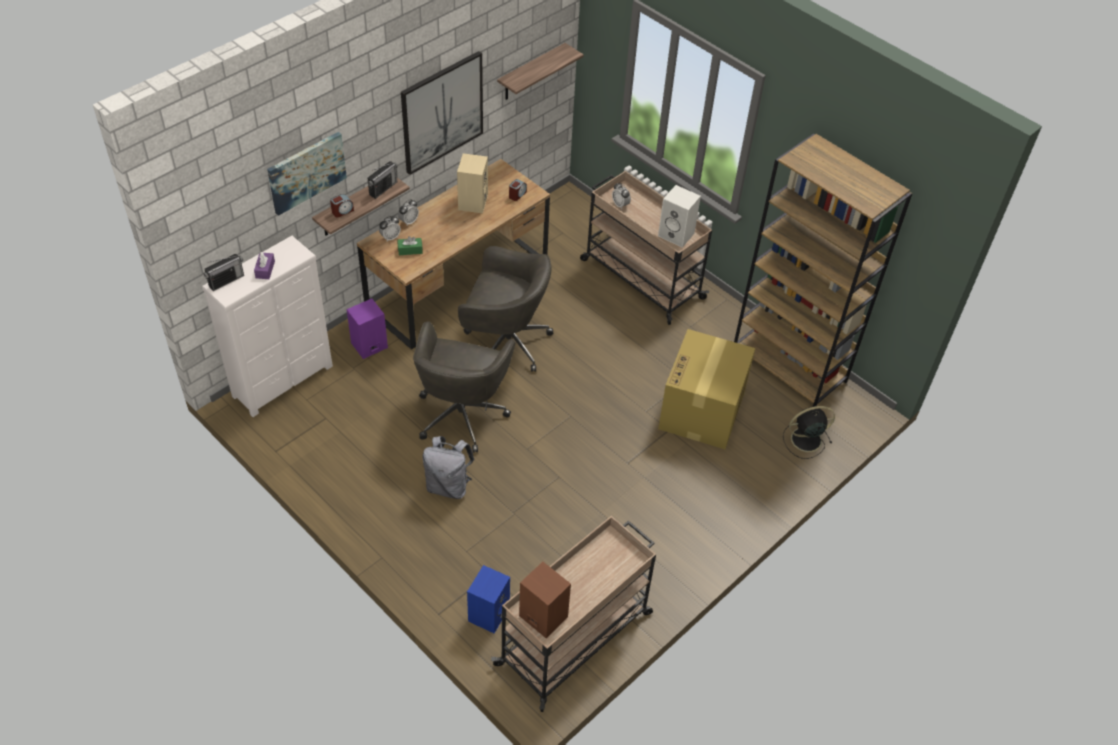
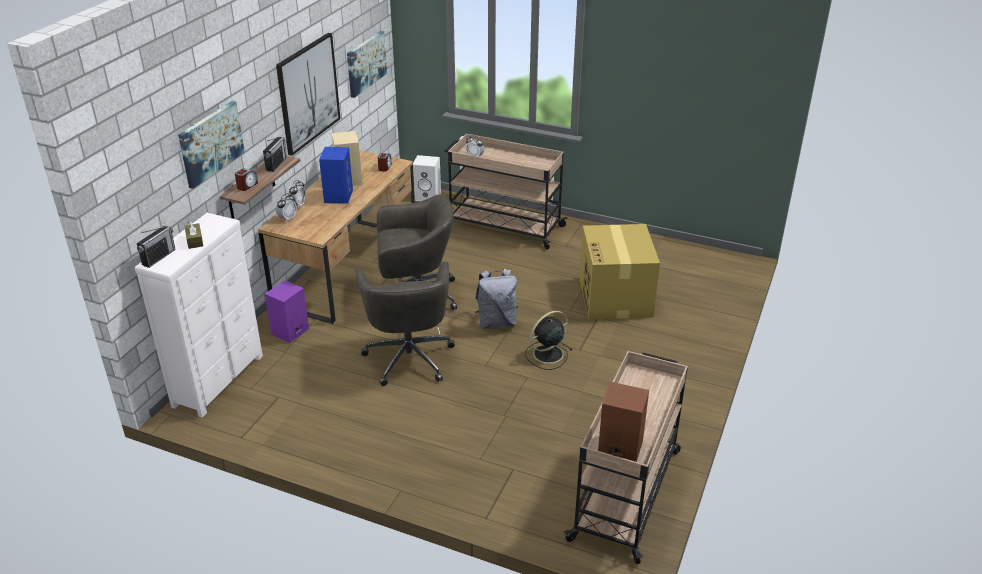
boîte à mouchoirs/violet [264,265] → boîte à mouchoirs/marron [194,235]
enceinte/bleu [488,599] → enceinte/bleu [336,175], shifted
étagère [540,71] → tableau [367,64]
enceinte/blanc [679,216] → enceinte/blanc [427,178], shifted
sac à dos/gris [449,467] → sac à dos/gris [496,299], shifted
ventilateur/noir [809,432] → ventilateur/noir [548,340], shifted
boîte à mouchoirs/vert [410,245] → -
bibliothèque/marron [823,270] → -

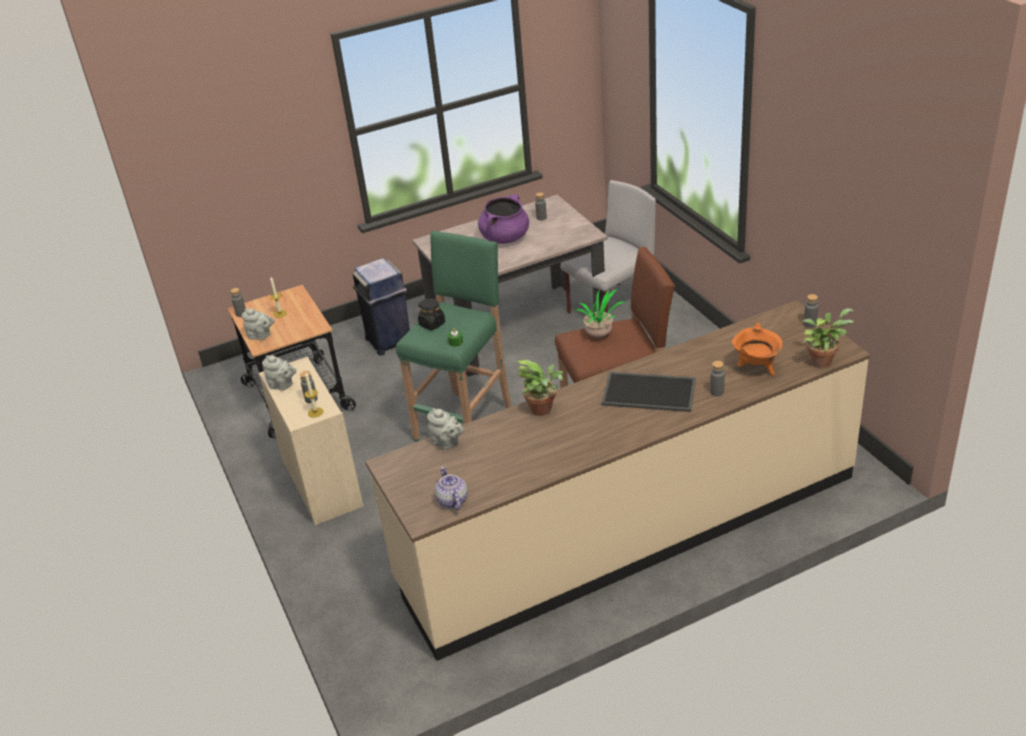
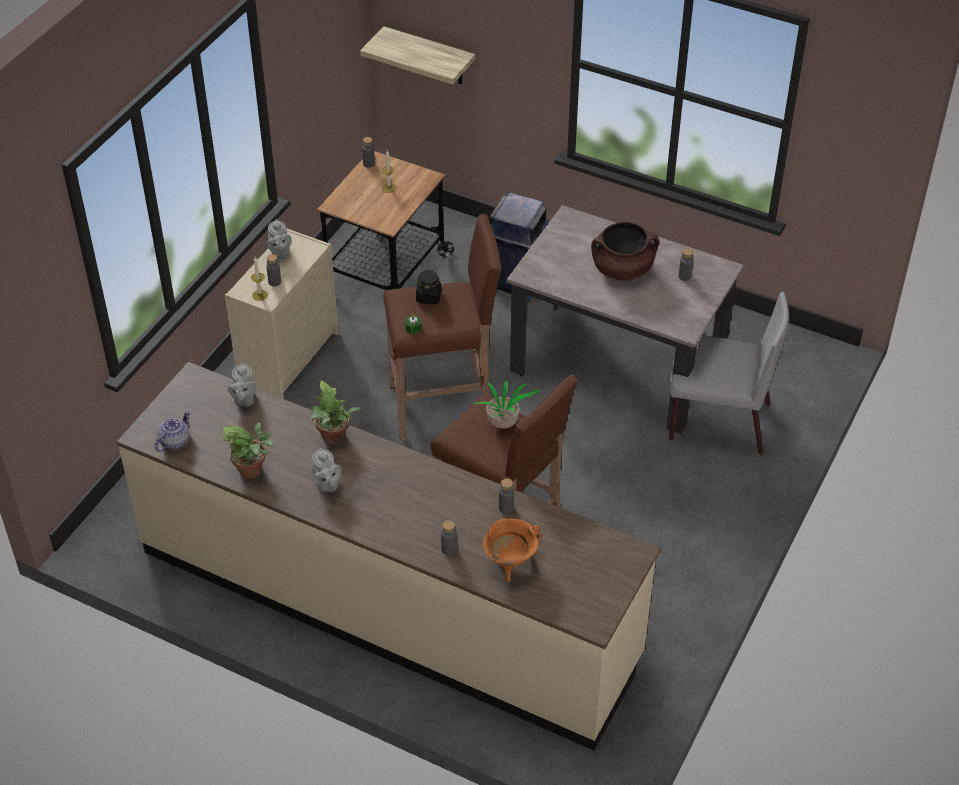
plante en pot [828,338] → plante en pot [247,451], shifted
théière/gris [258,324] → théière/gris [326,470], shifted
- → étagère [417,55]
tabouret/vert [453,336] → tabouret/marron [442,327]
bouteille/gris [811,311] → bouteille/gris [506,496], shifted
marmite/violet [503,219] → marmite/marron [625,251]
plateau [649,392] → -

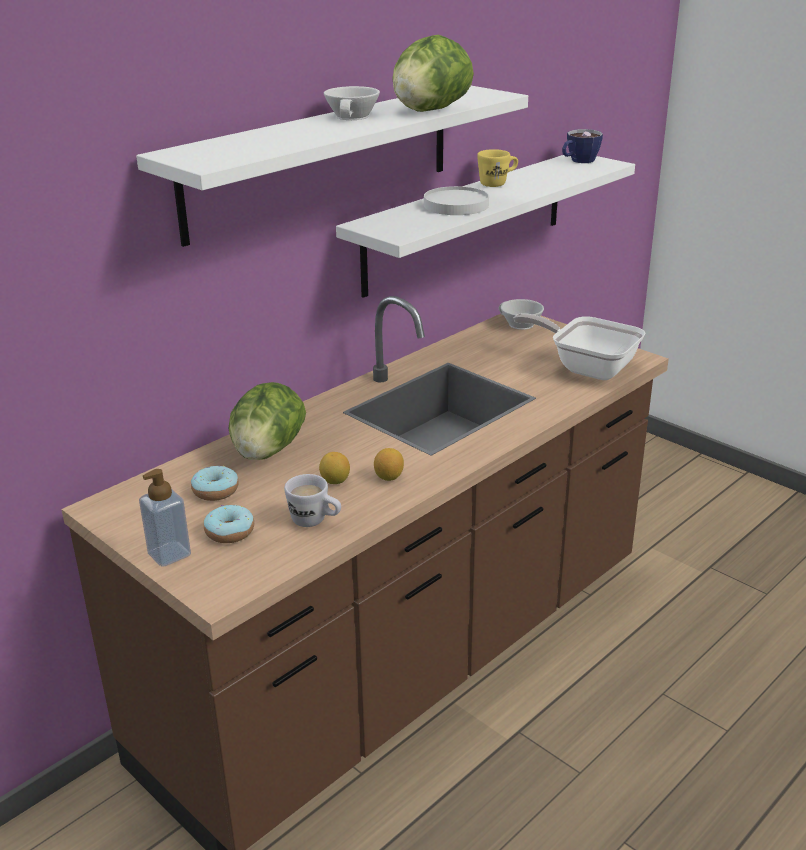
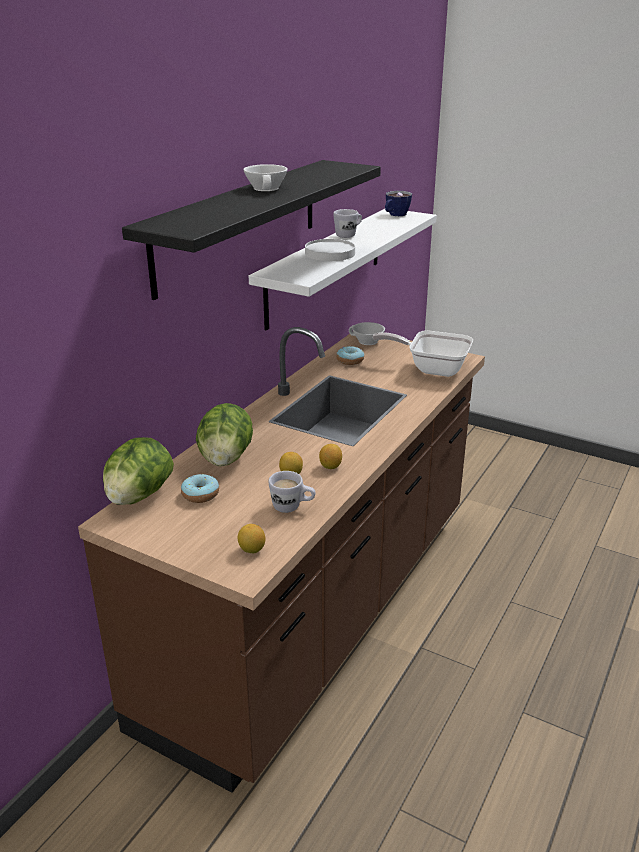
laitue [433,73] → laitue [138,471], shifted
étagère/blanc [332,166] → étagère/noir [251,230]
- → citron [252,538]
mug/jaune [497,168] → mug/blanc [347,223]
beignet [229,524] → beignet [350,355], shifted
distributeur de savon [165,518] → -

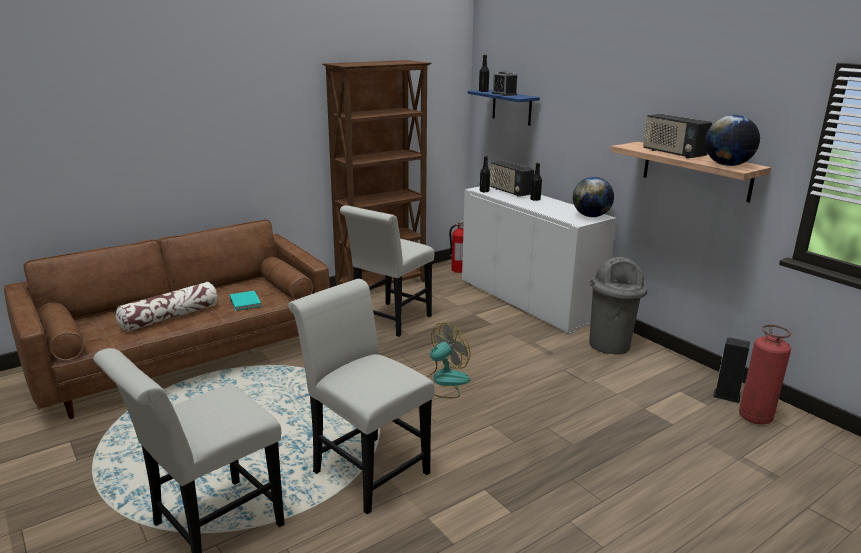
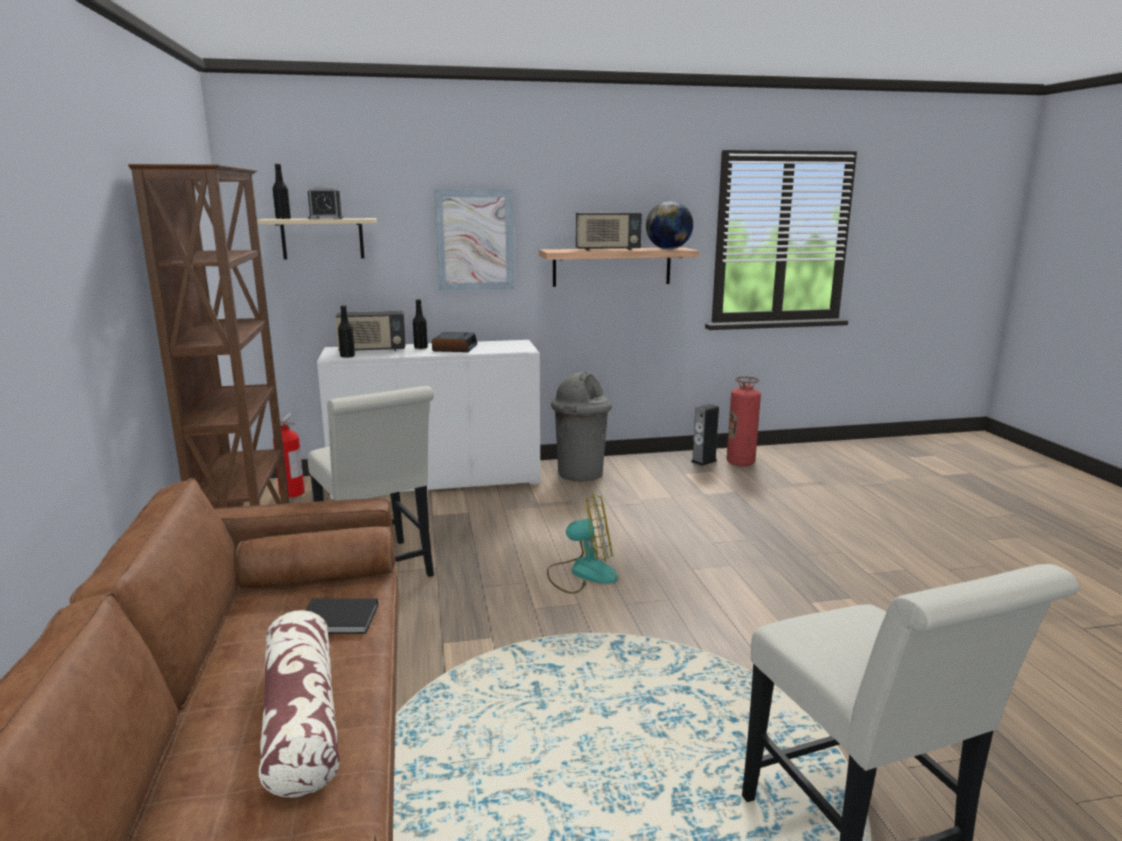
étagère/bleu [504,108] → étagère/beige [317,239]
livre/turquoise [245,301] → livre/noir [341,616]
- → réveil [455,342]
- → tableau [474,240]
ventilateur [449,360] → ventilateur [582,543], 105 degrees clockwise
chaise/blanc [361,396] → -
globe [593,197] → -

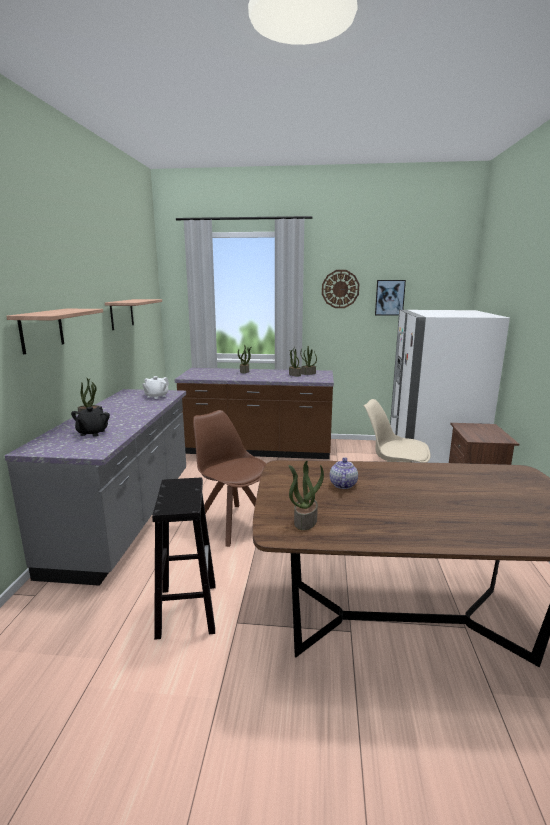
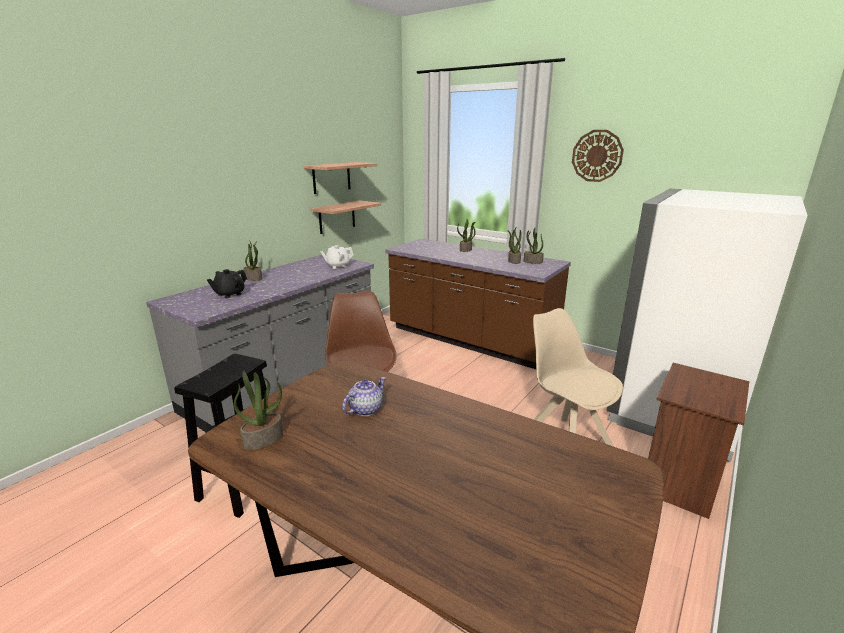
étagère [54,331] → étagère [346,217], shifted
tableau [390,298] → -

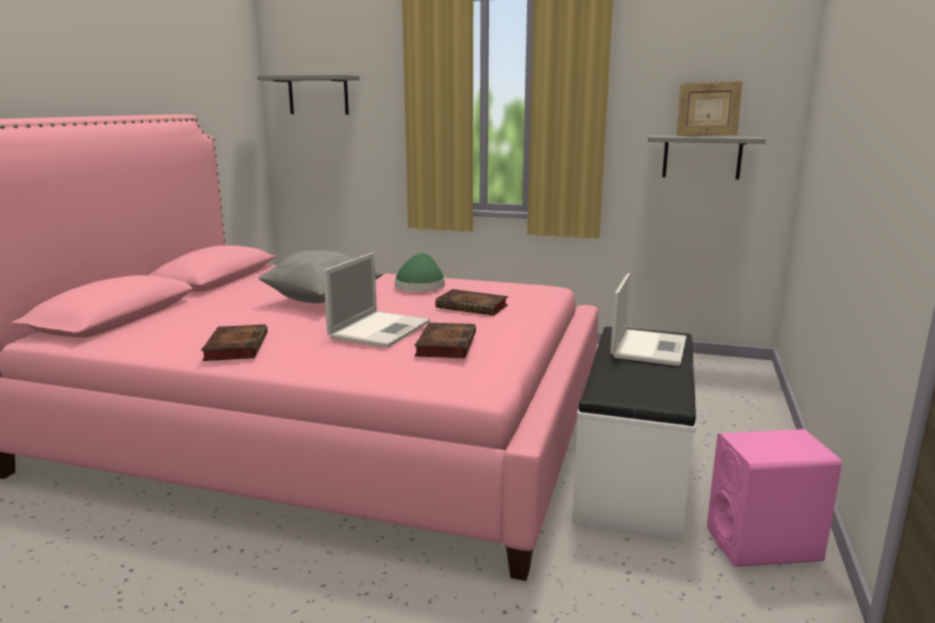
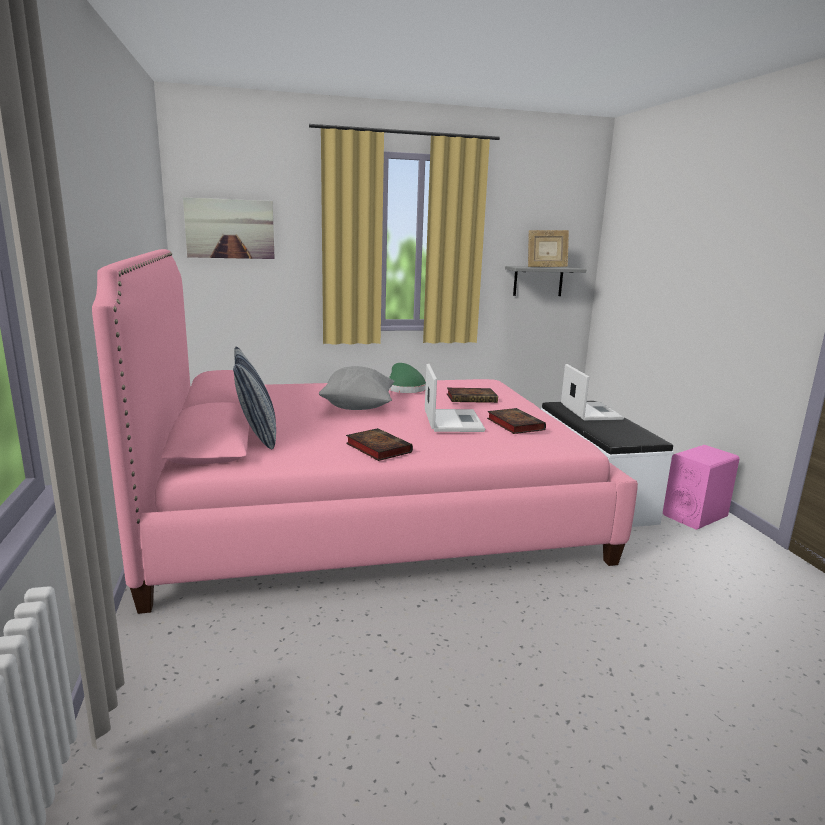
étagère/gris [308,95] → tableau [229,228]
- → coussin [254,397]

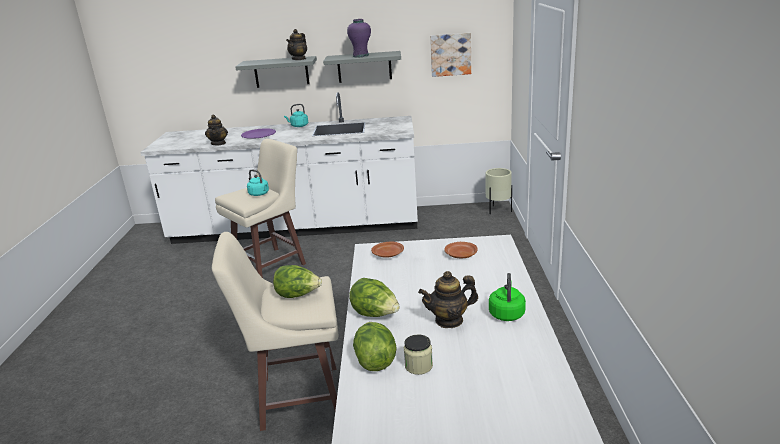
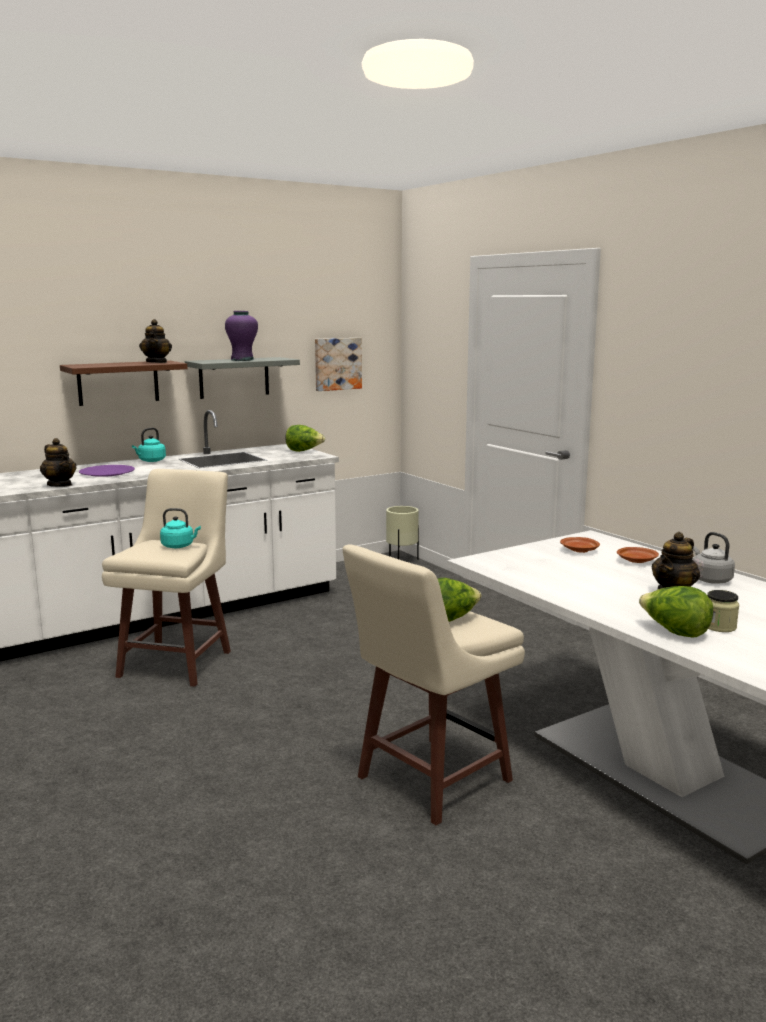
étagère/gris [276,72] → étagère/marron [124,383]
laitue [374,297] → laitue [305,438], shifted
assiette/marron [387,249] → assiette/marron [638,555], shifted
bouilloire/vert [507,297] → bouilloire/gris [714,558]

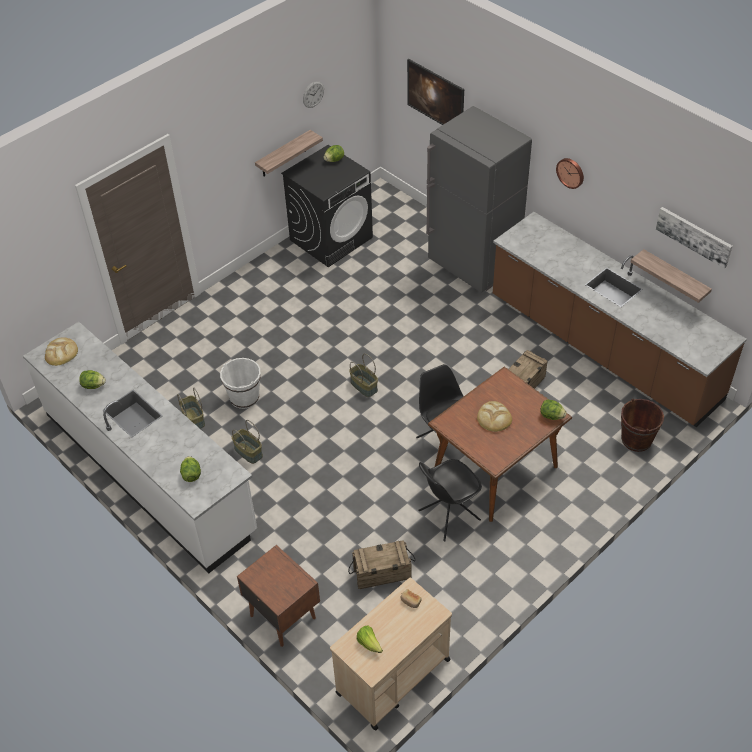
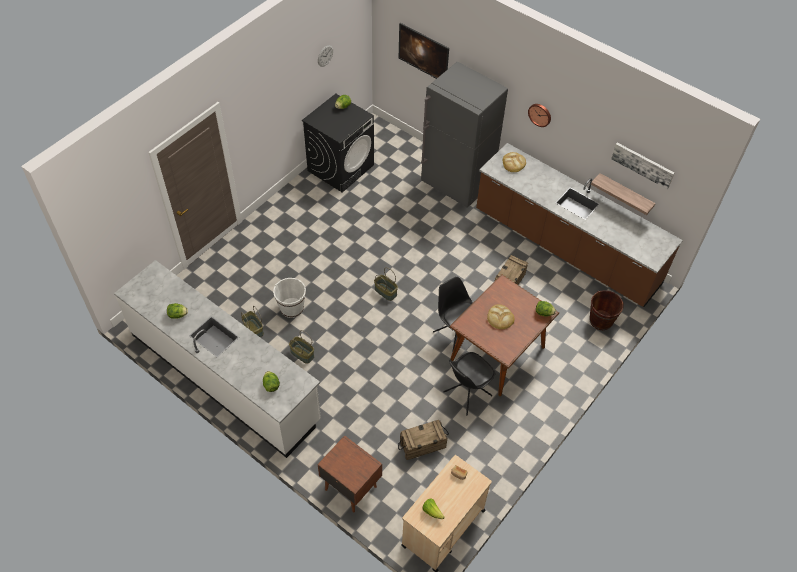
pain [61,351] → pain [514,162], shifted
étagère [289,153] → -

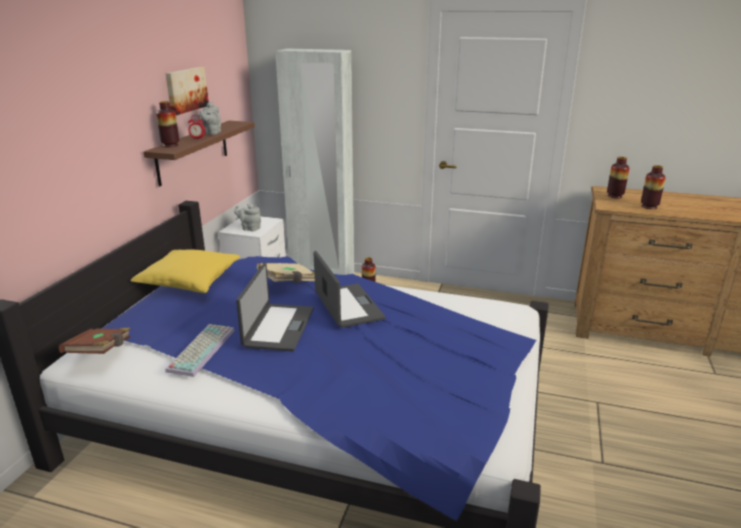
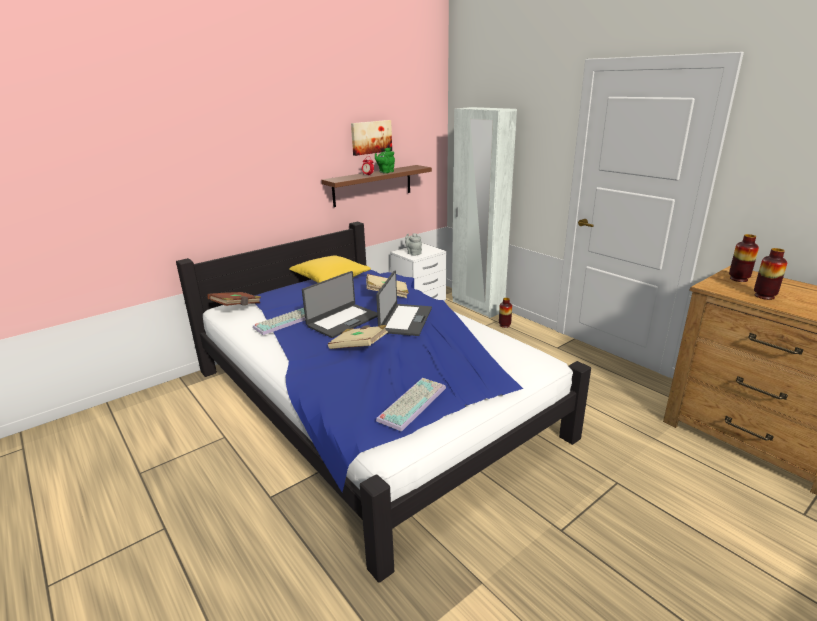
- → livre/beige [358,337]
théière/gris [209,118] → théière/vert [385,160]
- → clavier [411,405]
vase [167,124] → -

